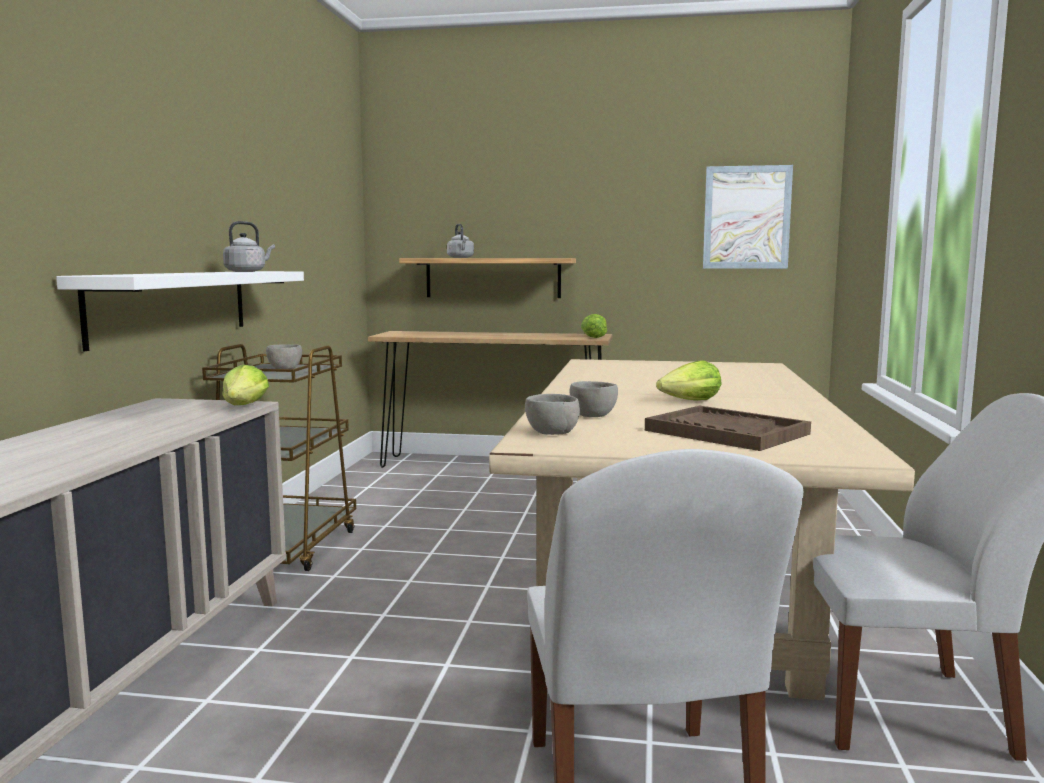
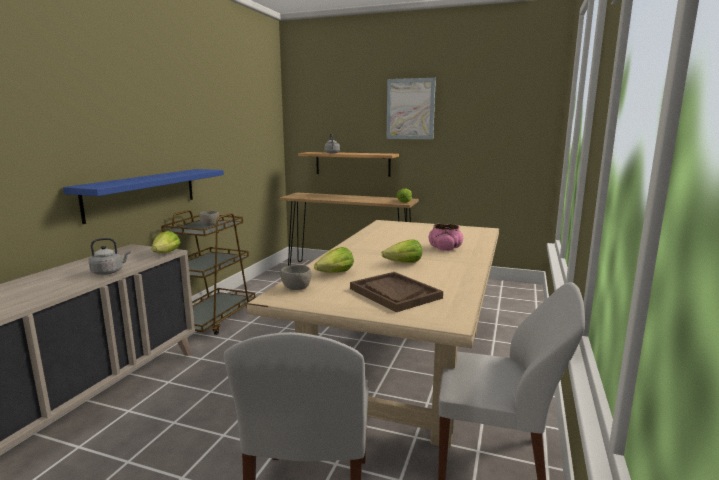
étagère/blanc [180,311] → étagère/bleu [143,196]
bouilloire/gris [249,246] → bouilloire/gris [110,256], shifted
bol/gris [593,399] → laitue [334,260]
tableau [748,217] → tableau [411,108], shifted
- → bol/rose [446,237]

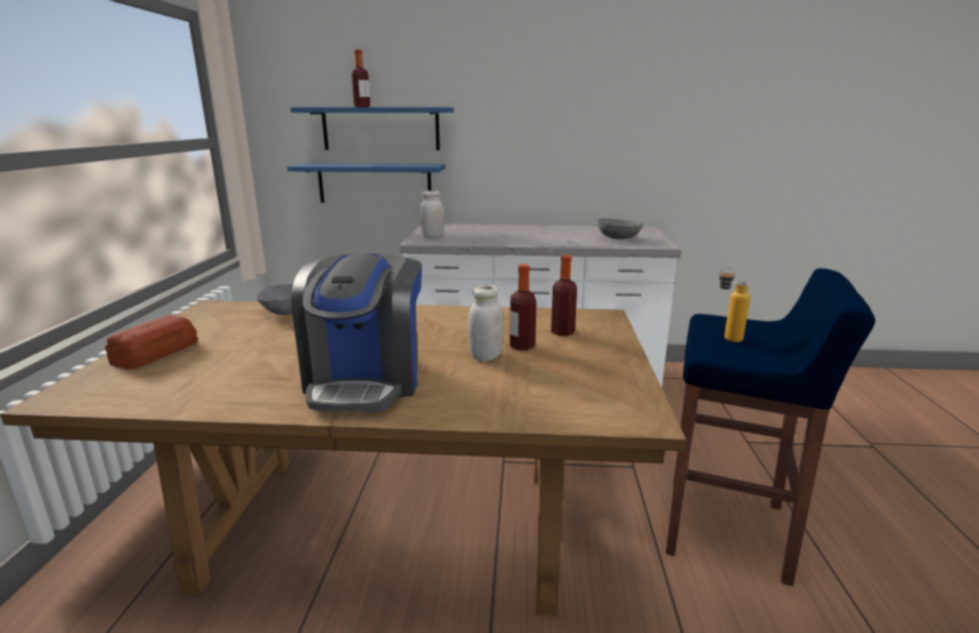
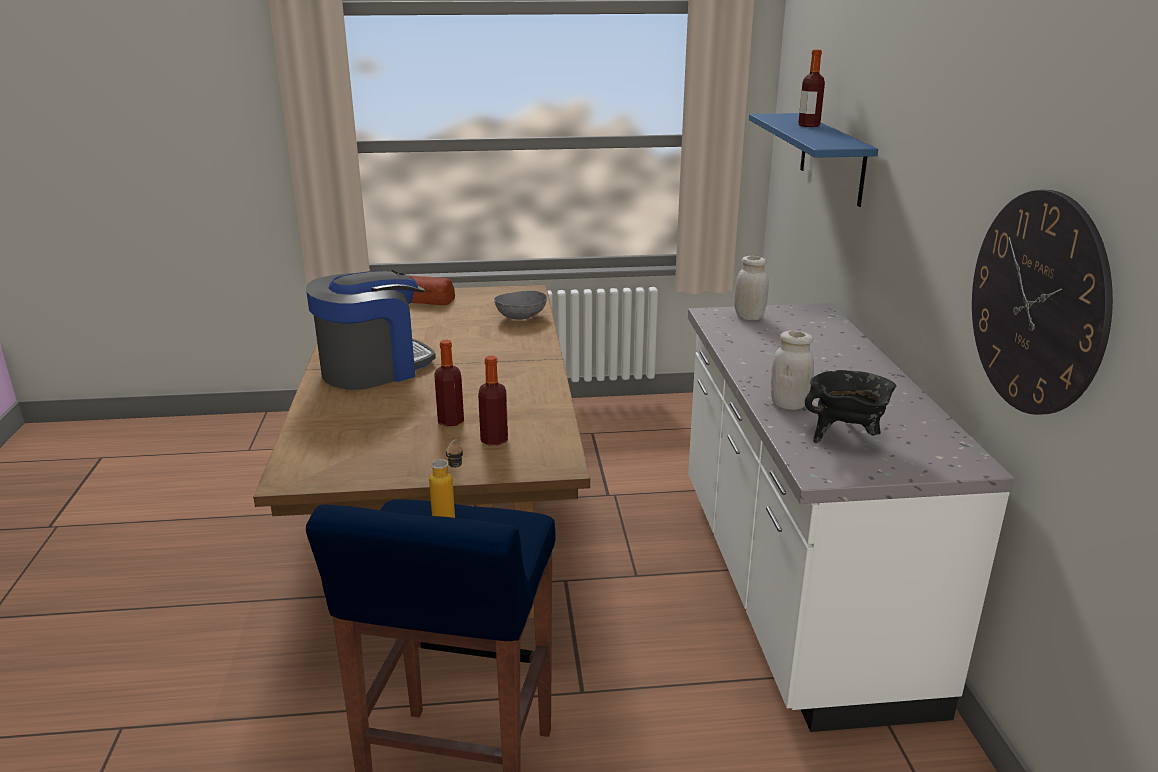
machine à café [356,332] → machine à café [371,330], 150 degrees clockwise
bocal/blanc [486,323] → bocal/blanc [792,370], shifted
bol/gris [620,228] → marmite/noir [850,406]
- → horloge murale [1042,302]
étagère/bleu [366,183] → -

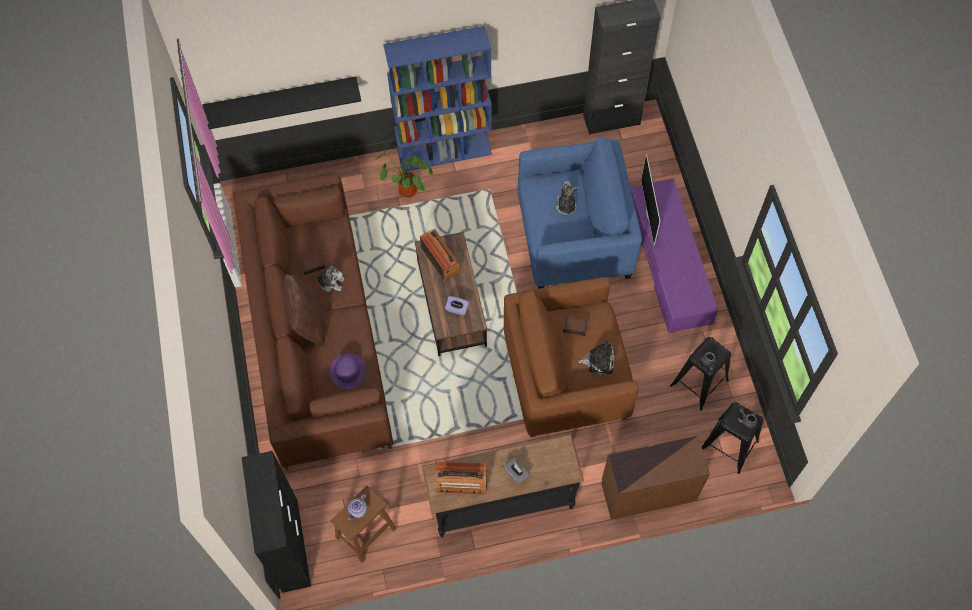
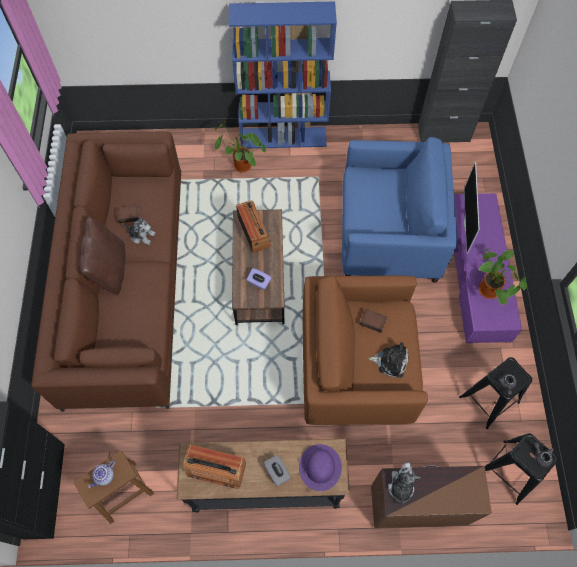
chapeau/violet [348,371] → chapeau/violet [320,467], shifted
peluche [567,198] → peluche [404,485], shifted
- → plante en pot [502,277]
étagère/noir [281,102] → -

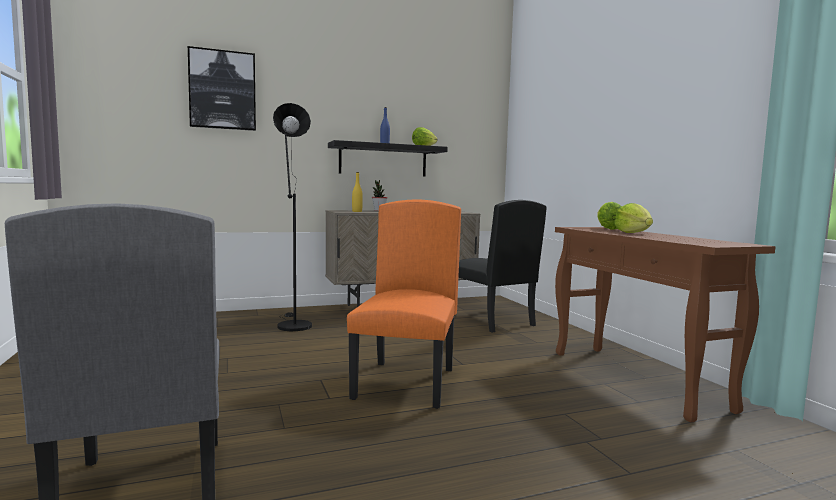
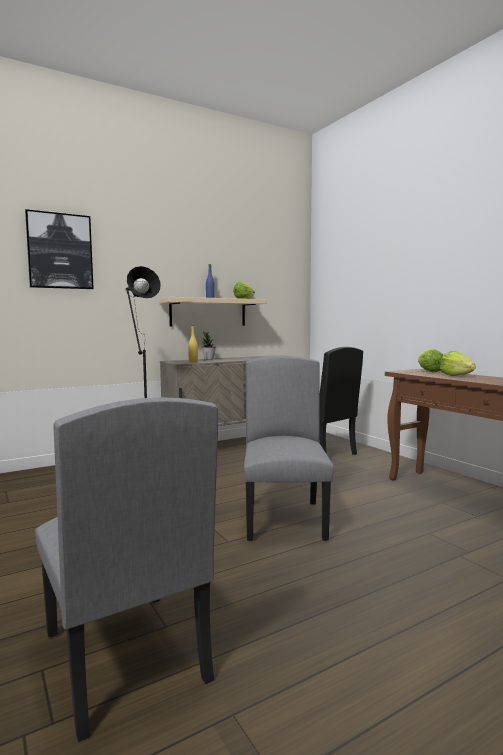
étagère/noir [388,158] → étagère/beige [213,311]
chaise/orange [404,304] → chaise/gris [289,448]

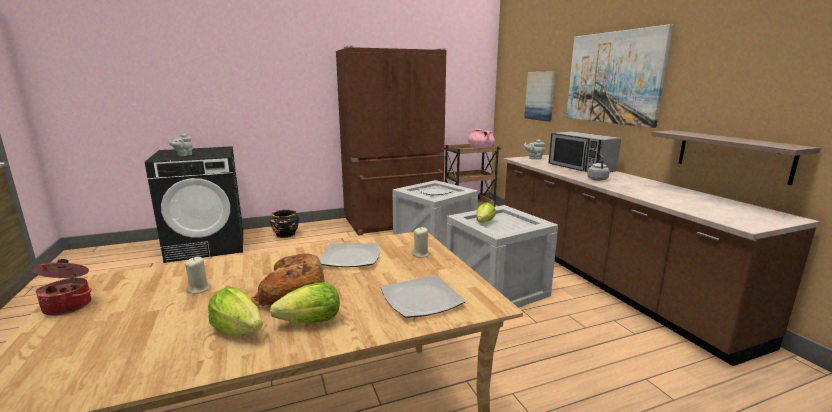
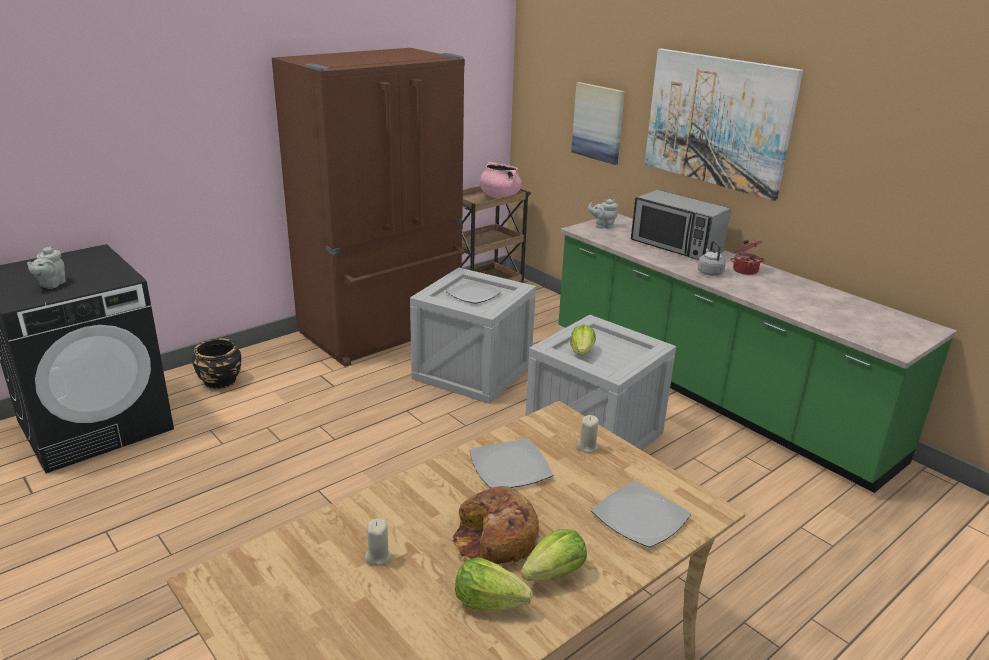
comptoir de cuisine/marron [662,260] → comptoir de cuisine/vert [757,353]
marmite [62,287] → marmite [747,257], shifted
étagère [736,157] → -

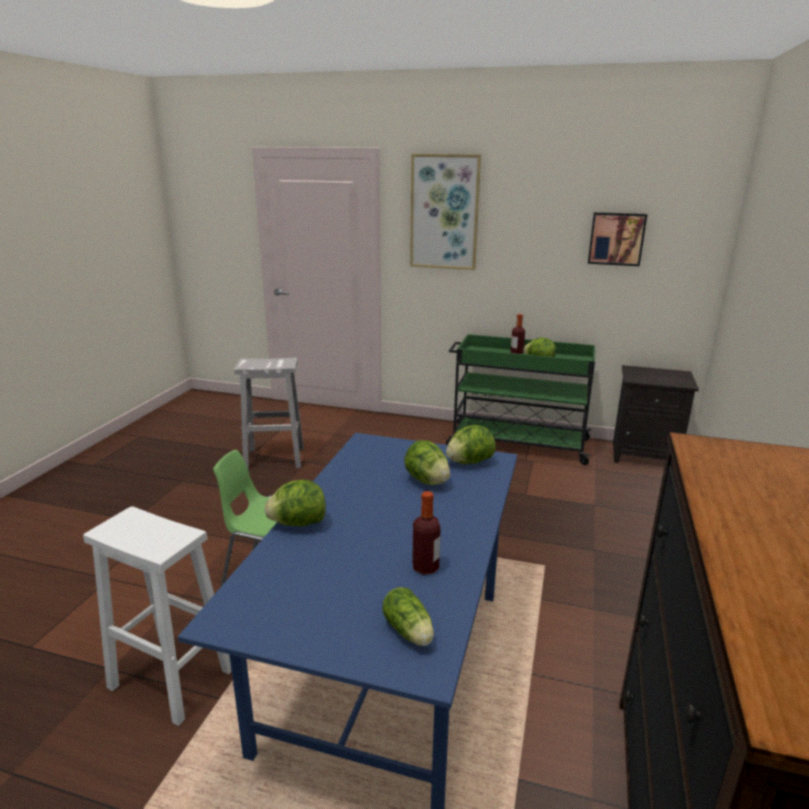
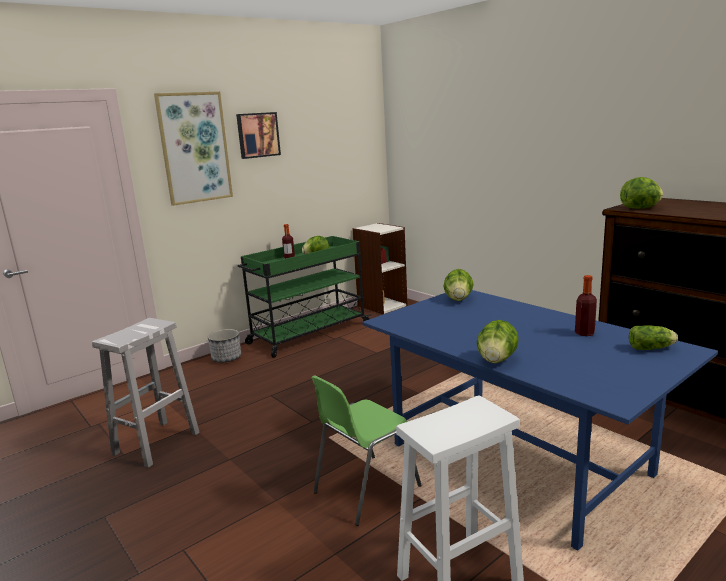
- → cache-pot [224,346]
tableau [617,239] → tableau [258,135], shifted
table de chevet/noir [656,414] → bibliothèque [380,268]
laitue [427,462] → laitue [641,193], shifted

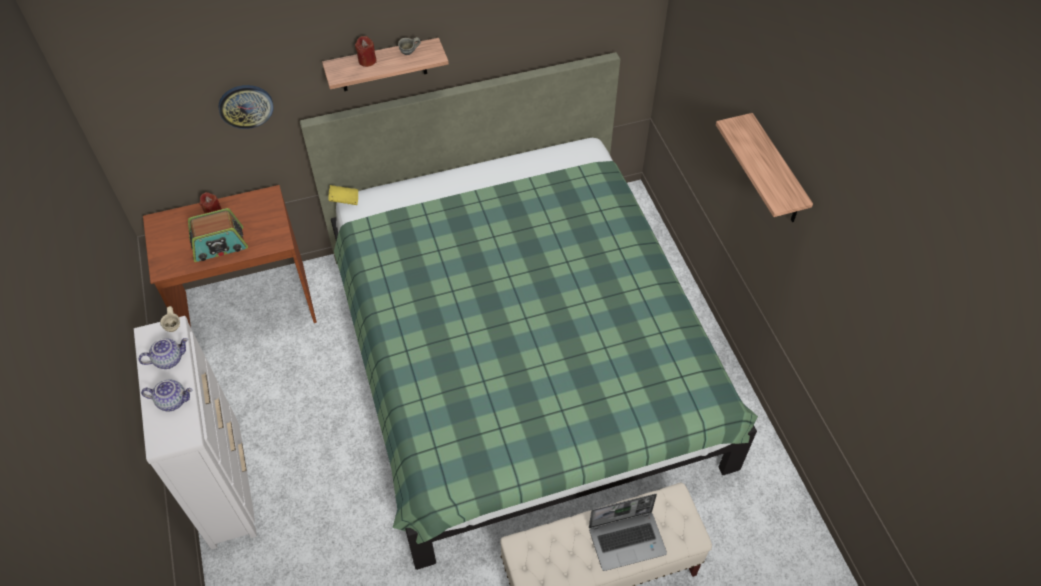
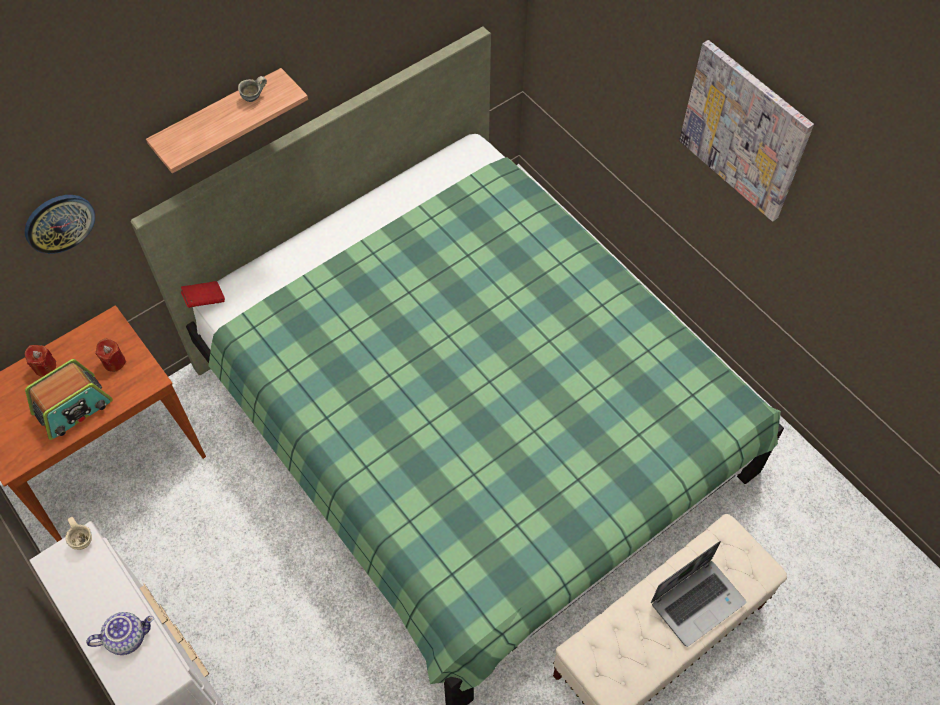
bougie/rouge [365,51] → bougie/rouge [110,355], shifted
livre/jaune [343,195] → livre/rouge [203,294]
étagère [764,167] → tableau [746,131]
théière [163,353] → -

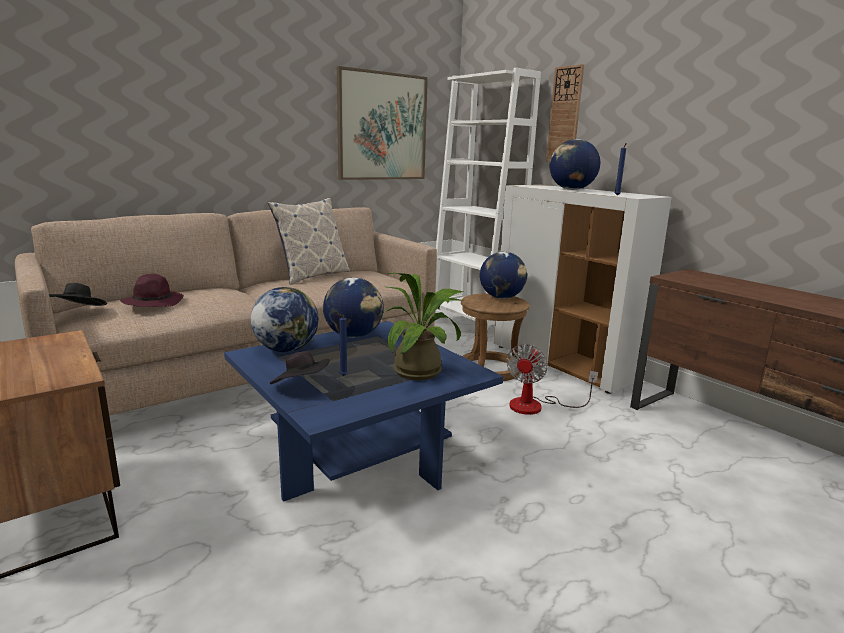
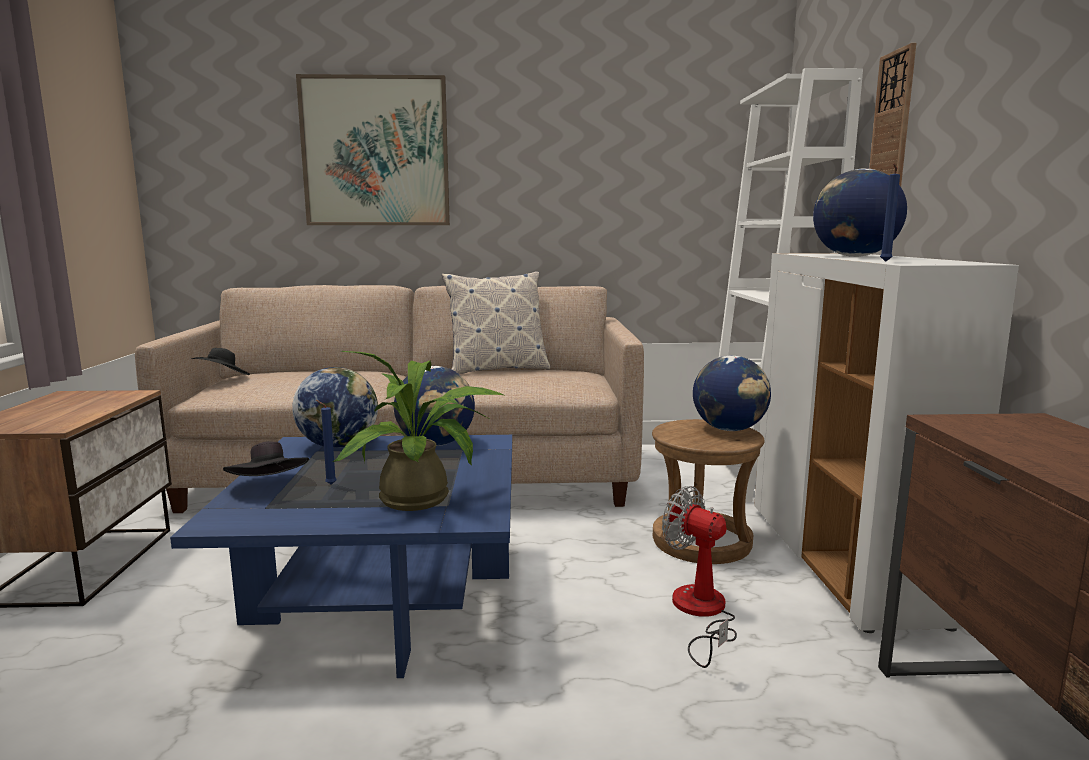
tableau [382,123] → tableau [373,149], shifted
ventilateur [552,379] → ventilateur [699,577], 75 degrees clockwise
chapeau/violet [152,290] → -

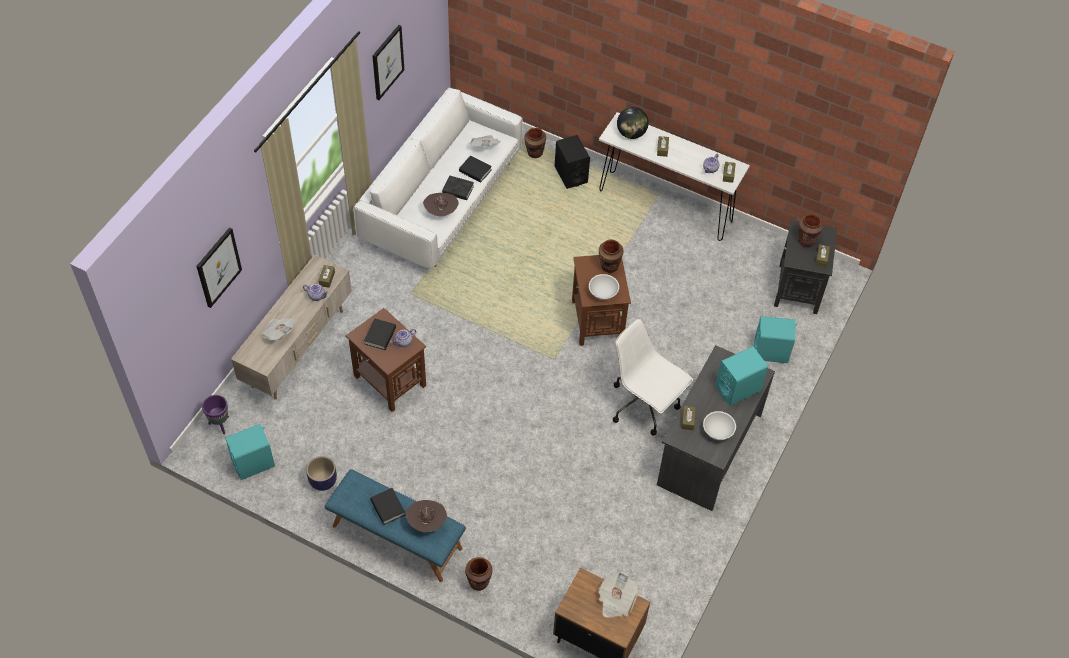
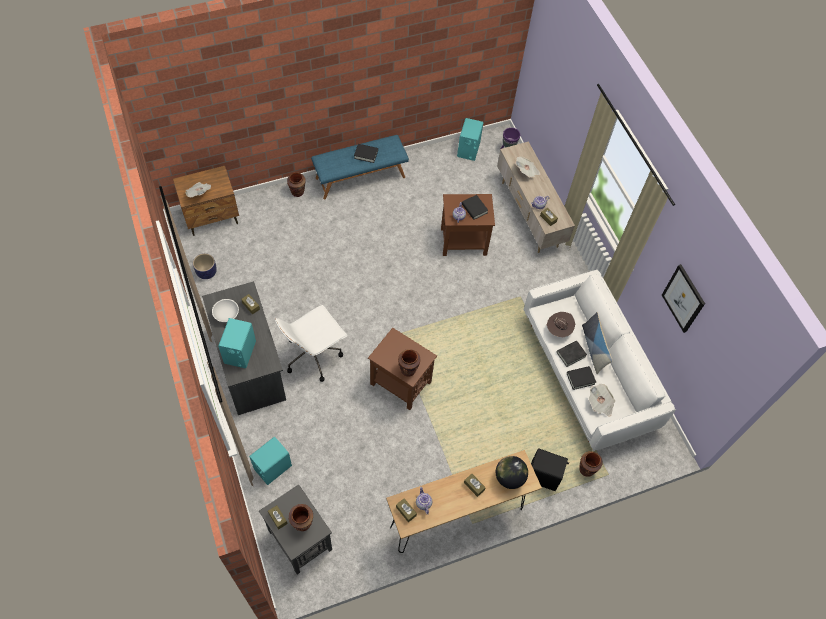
cache-pot [321,473] → cache-pot [205,266], shifted
chaise de bureau/blanc [653,377] → chaise de bureau/blanc [311,343], 150 degrees clockwise
table console/blanc [674,176] → table console/marron [464,501]
- → coussin [597,343]
tableau [219,267] → -
chapeau/marron [426,516] → -
bol/blanc [604,287] → -

